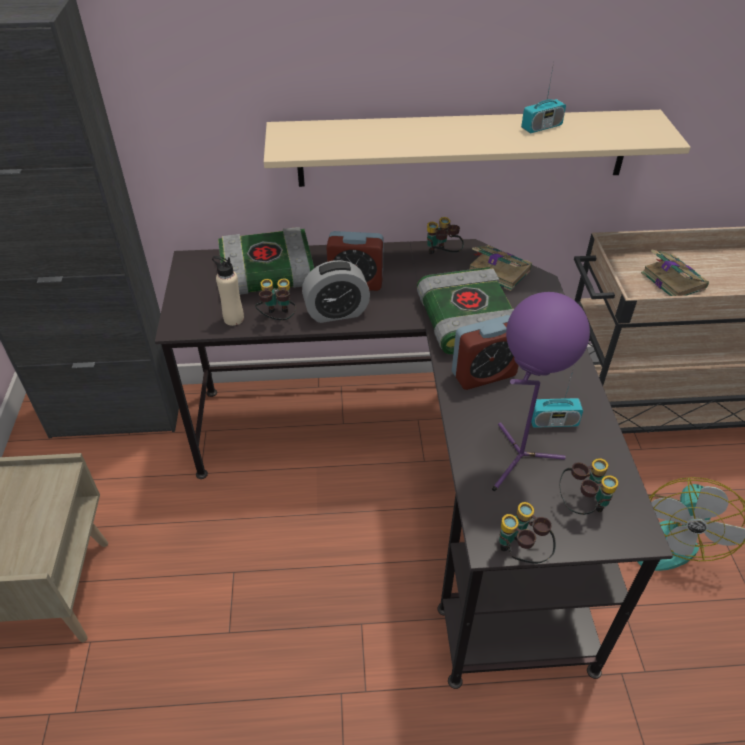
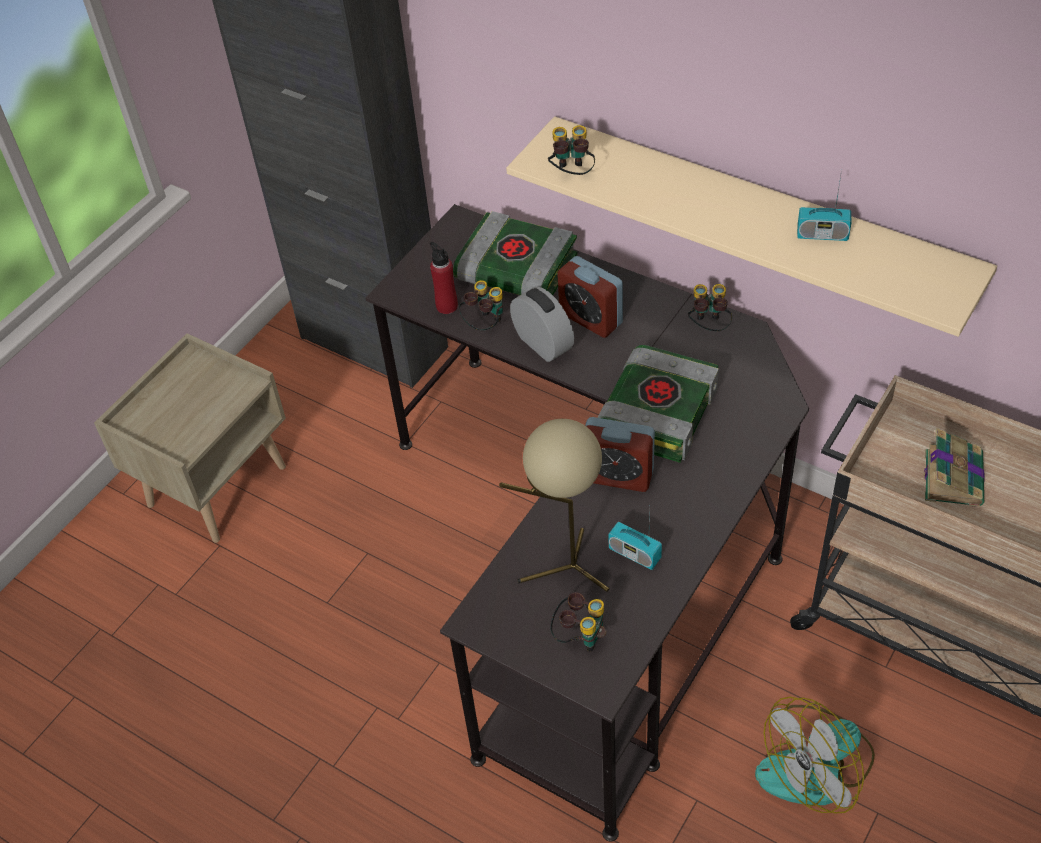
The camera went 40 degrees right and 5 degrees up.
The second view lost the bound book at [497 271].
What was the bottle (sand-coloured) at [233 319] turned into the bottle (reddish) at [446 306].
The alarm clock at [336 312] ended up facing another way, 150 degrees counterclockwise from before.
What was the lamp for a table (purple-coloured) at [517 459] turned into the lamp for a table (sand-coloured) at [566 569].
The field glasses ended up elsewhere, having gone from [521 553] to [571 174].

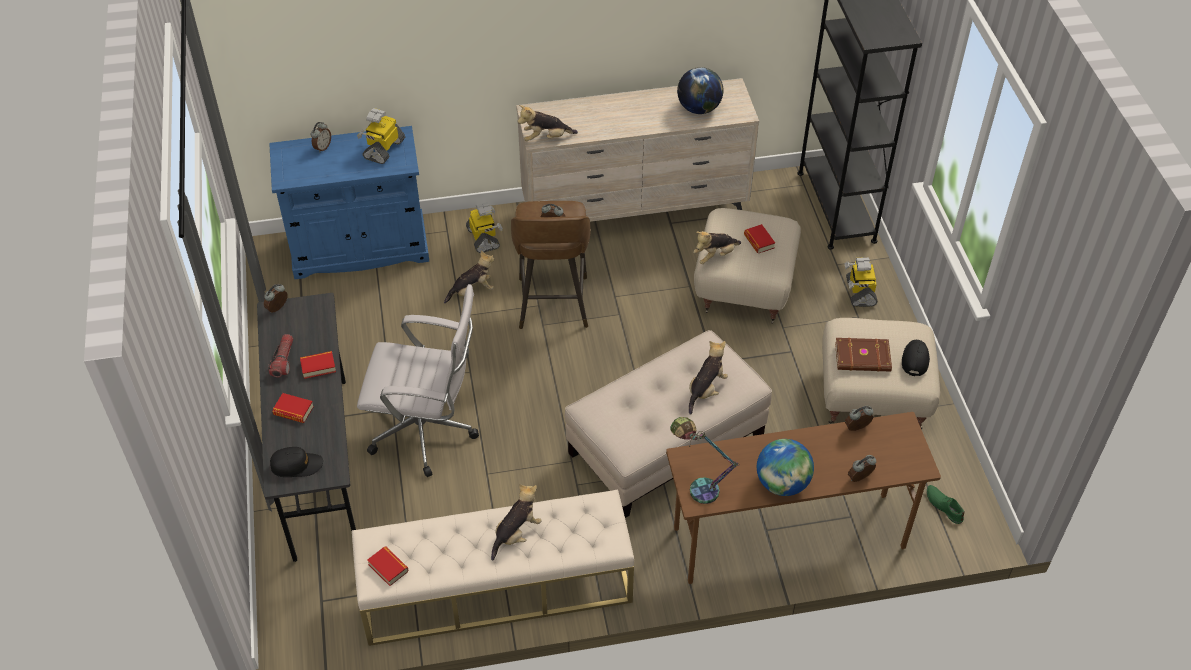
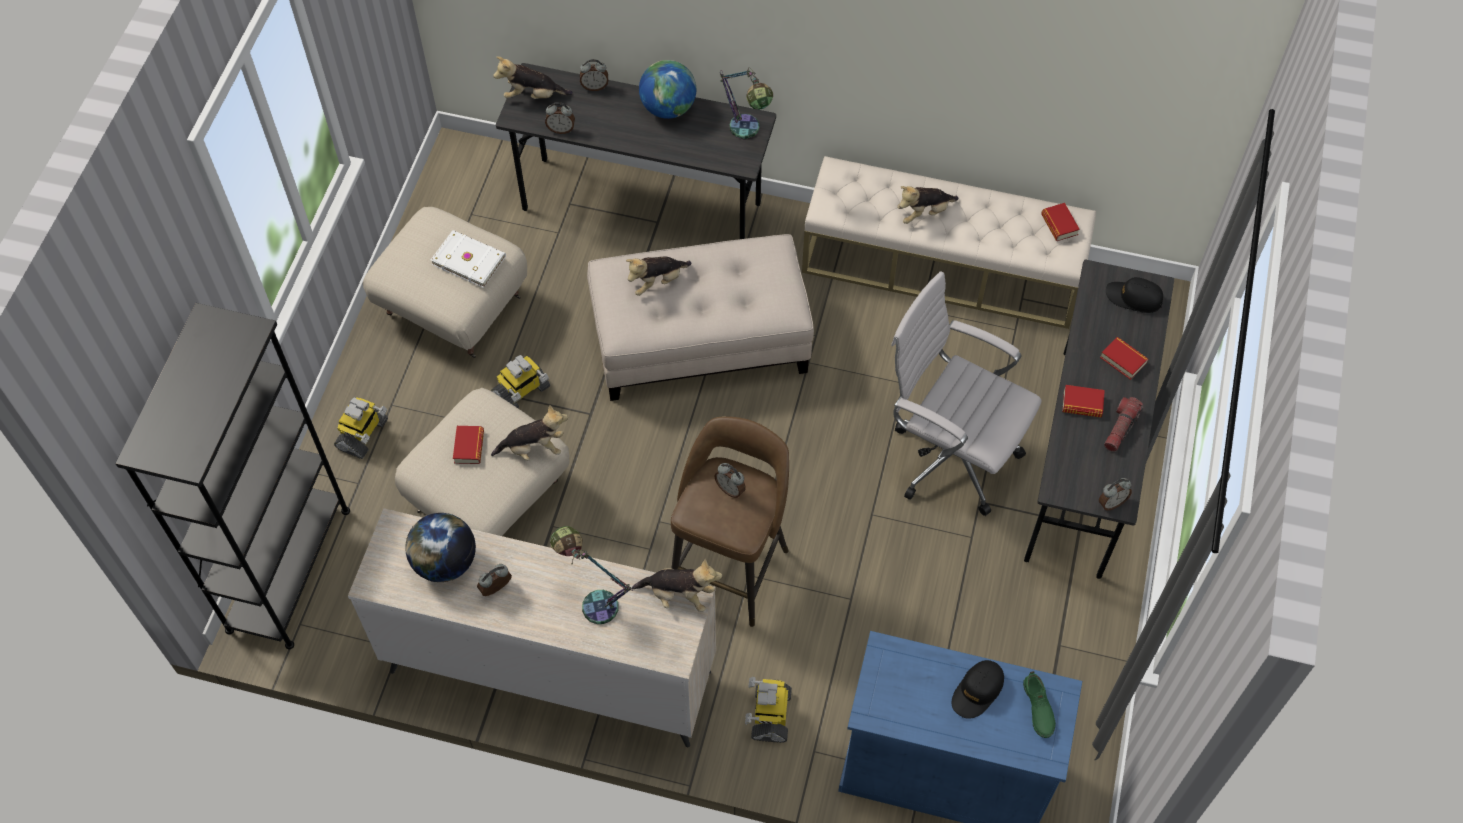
The camera went 155 degrees left and 10 degrees up.
The model robot ended up elsewhere, having gone from [383 149] to [522 392].
The alarm clock ended up elsewhere, having gone from [322 147] to [497 589].
The plush toy ended up elsewhere, having gone from [472 292] to [533 95].
What was the bound book (brownish) at [863 358] turned into the bound book (white) at [469 259].
The peaked cap (black-coloured) ended up elsewhere, having gone from [915 359] to [977 691].
What was the desk (brownish) at [788 539] turned into the desk (greyish) at [642 206].
The shoe (green-coloured) ended up elsewhere, having gone from [944 506] to [1037 708].
The second view gained the lamp for a table at [593 599].

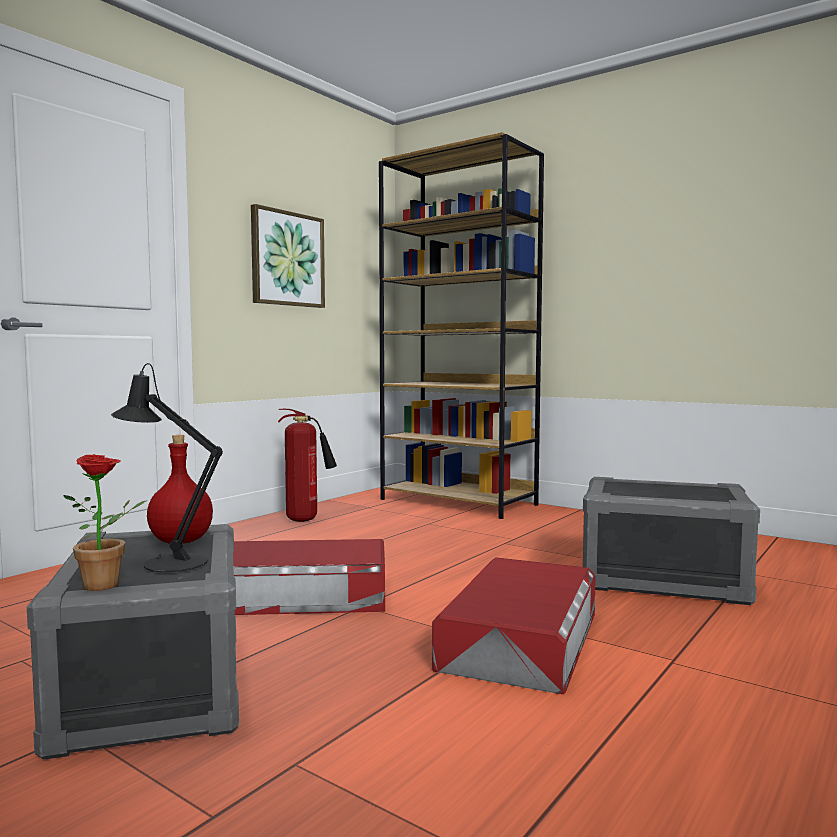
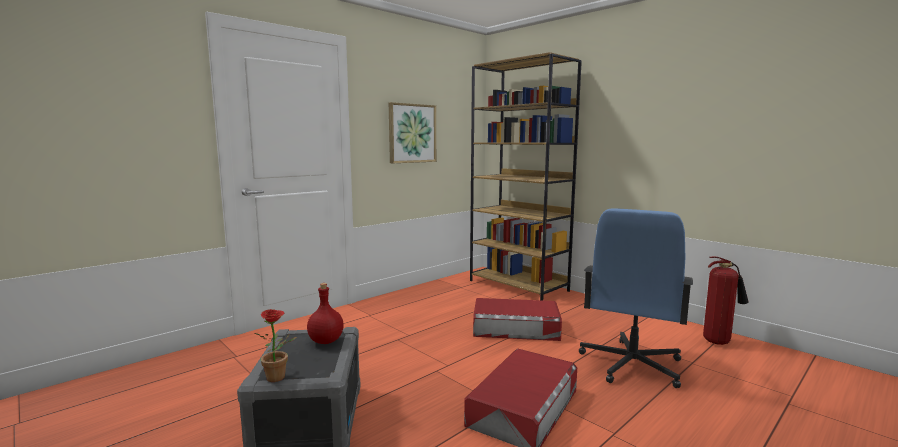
The camera went 10 degrees right and 5 degrees up.
The second view lost the lamp for a table (black-coloured) at [167 562].
The fire extinguisher ended up elsewhere, having gone from [306 520] to [719 342].
Where the storage container (greyish) stood at [662 580], the desk chair (bluish) came to stand at [631 364].
The storage container (reddish) ended up elsewhere, having gone from [302 596] to [515 328].

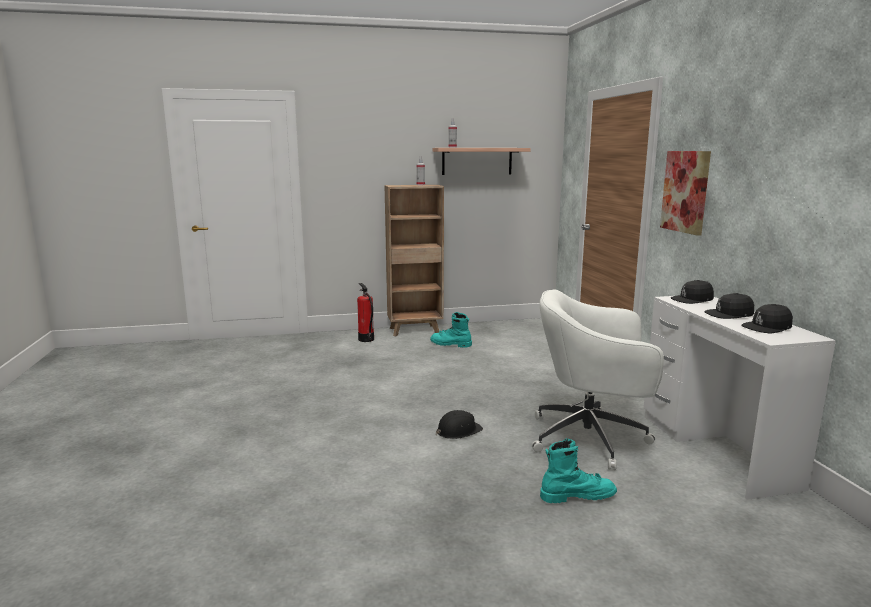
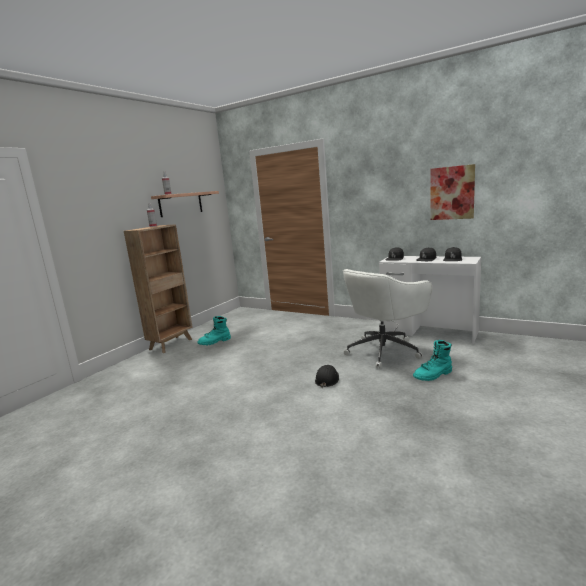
The camera went 45 degrees left and 0 degrees up.
The picture ended up elsewhere, having gone from [685 191] to [452 193].
The second view lost the fire extinguisher at [366 339].
The tall boot (turquoise-coloured) at [577 496] ended up facing another way, 150 degrees counterclockwise from before.

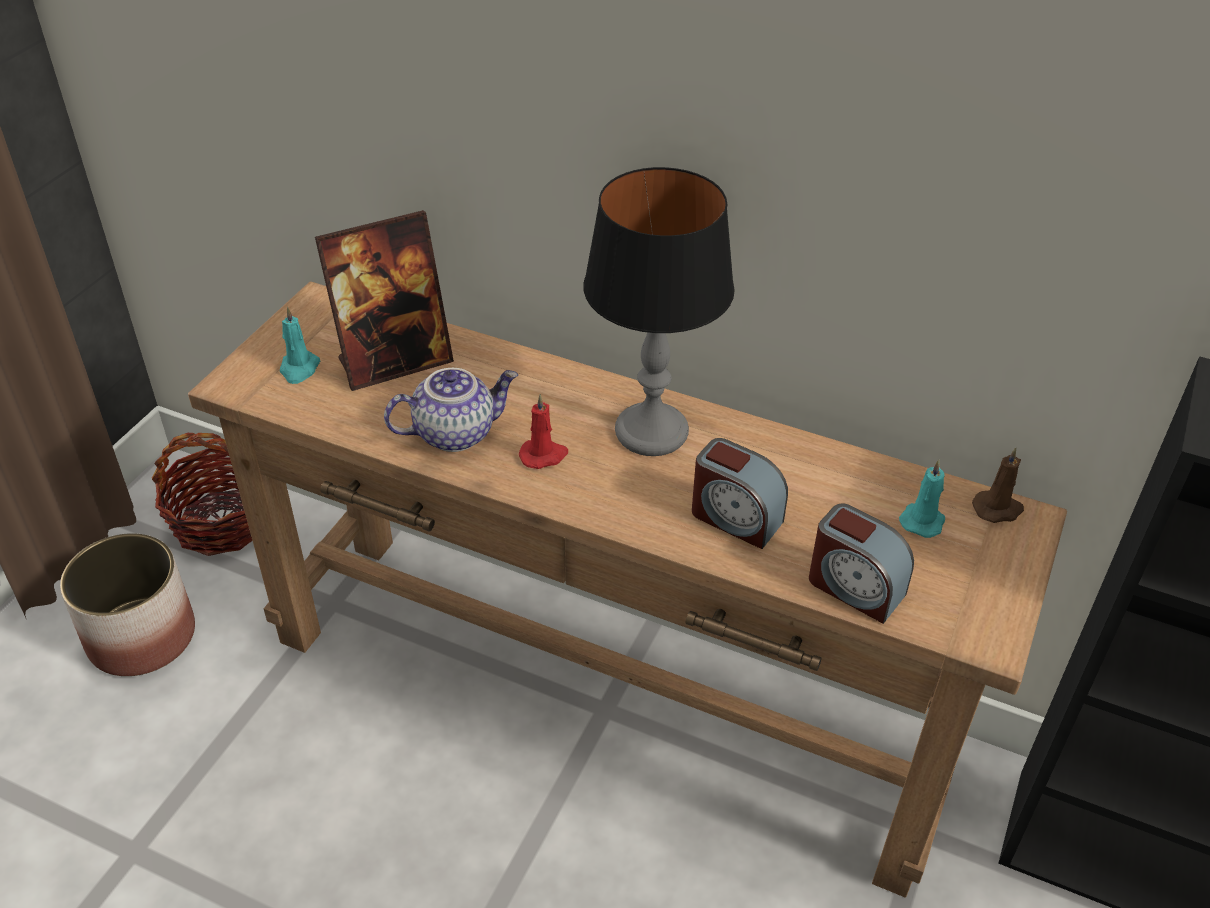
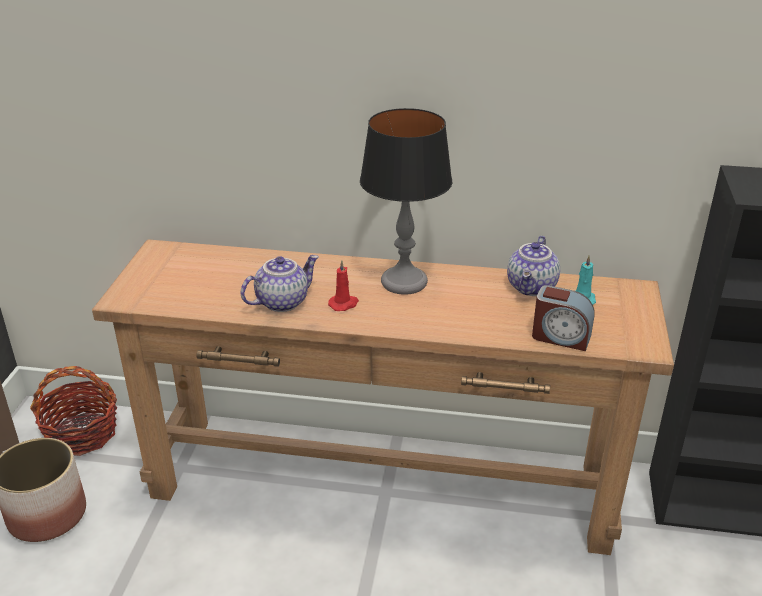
The camera went 15 degrees left and 10 degrees down.
The second view lost the picture frame at [394 362].
The second view lost the candle (turquoise-coloured) at [299 369].
The second view lost the alarm clock at [735 518].
The second view lost the candle (brownish) at [998 509].
The second view gained the tea pot at [532 288].

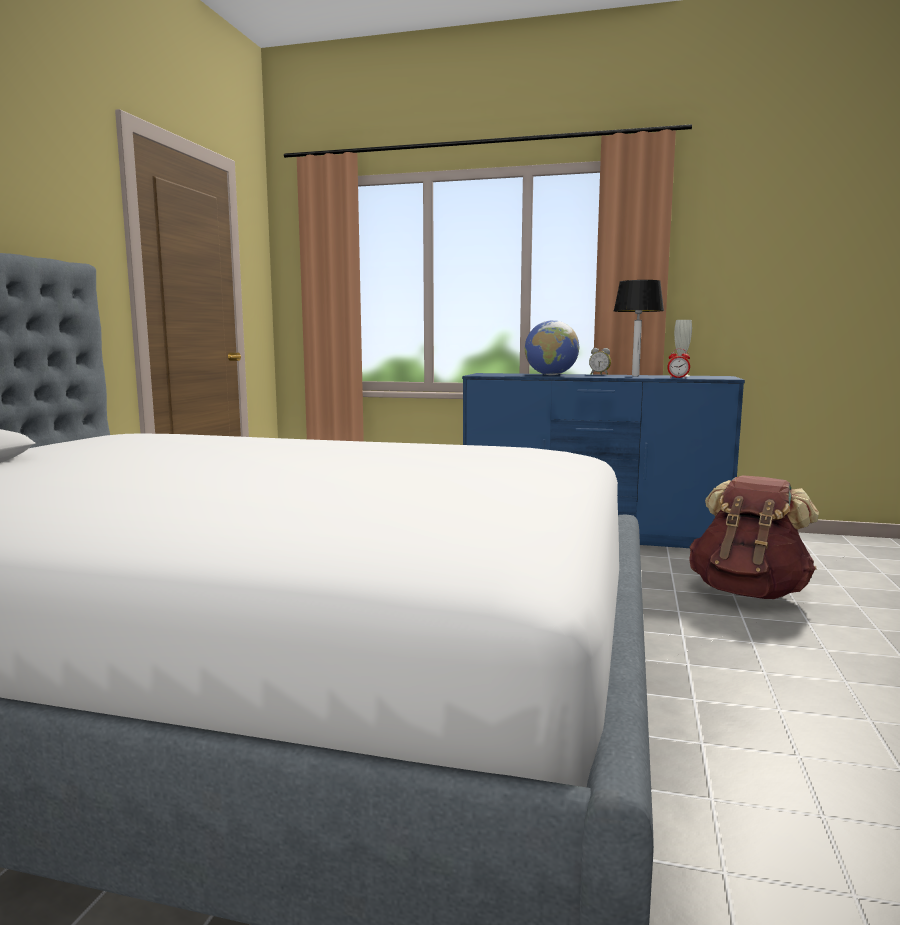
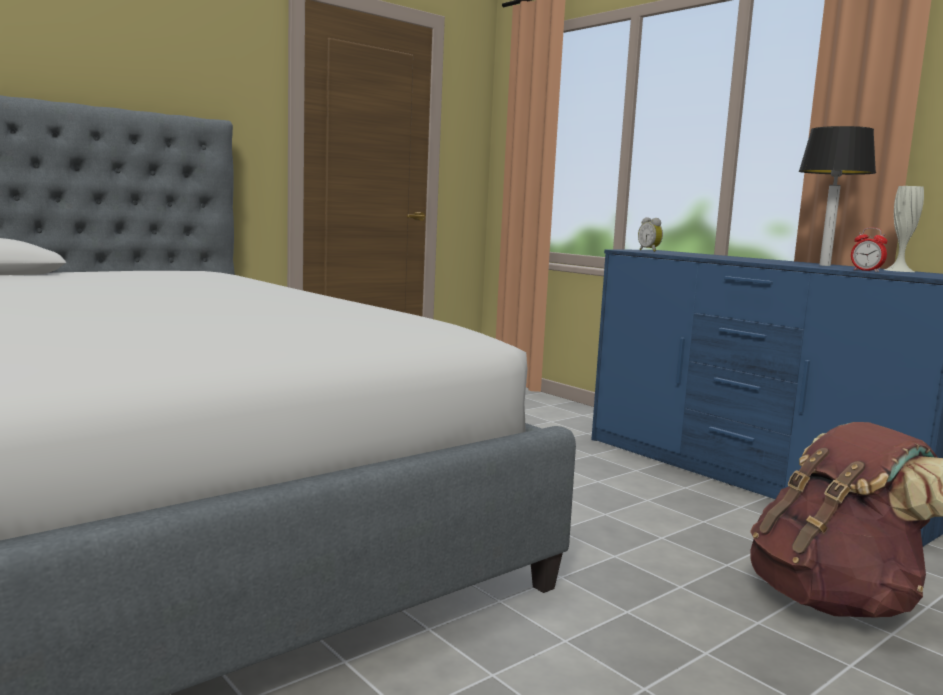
The camera went 35 degrees right and 0 degrees up.
The second view lost the desk globe at [551 375].
The alarm clock ended up elsewhere, having gone from [600 374] to [650 251].

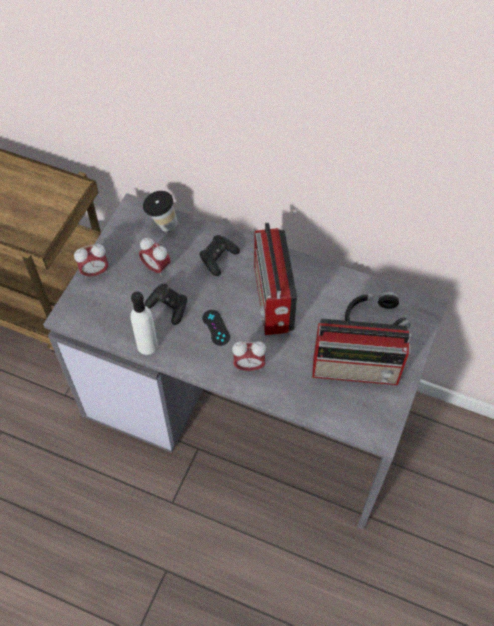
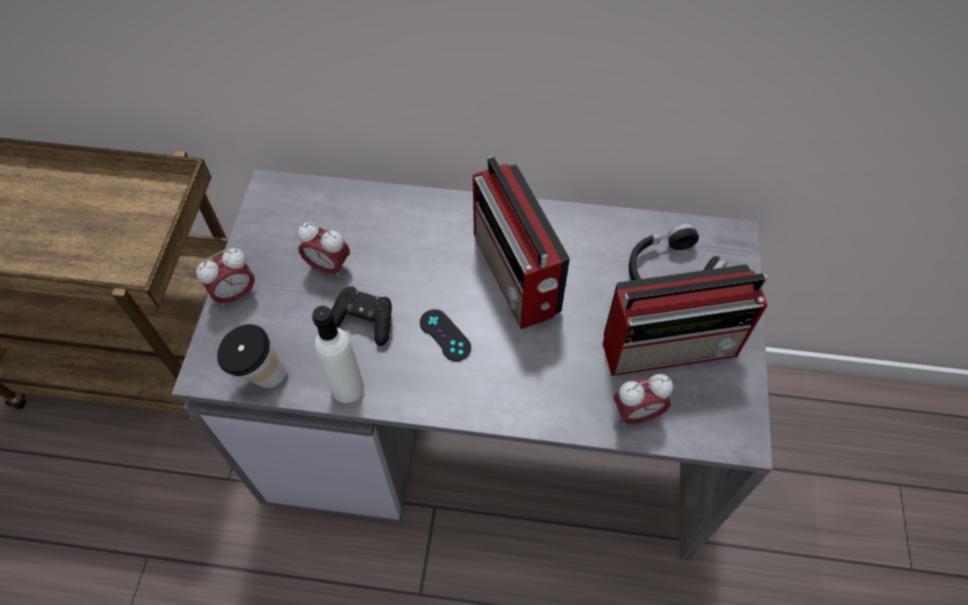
The camera went 15 degrees left and 0 degrees up.
The cup ended up elsewhere, having gone from [162 224] to [260 376].
The second view lost the gamepad (black-coloured) at [218 259].
The alarm clock ended up elsewhere, having gone from [249 366] to [636 413].

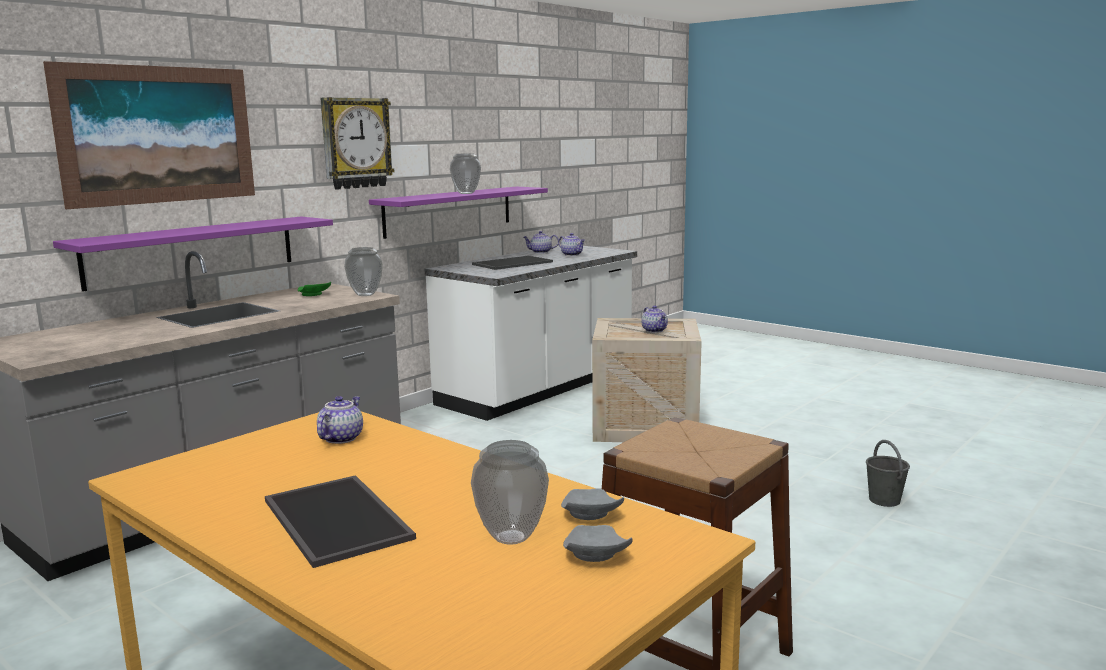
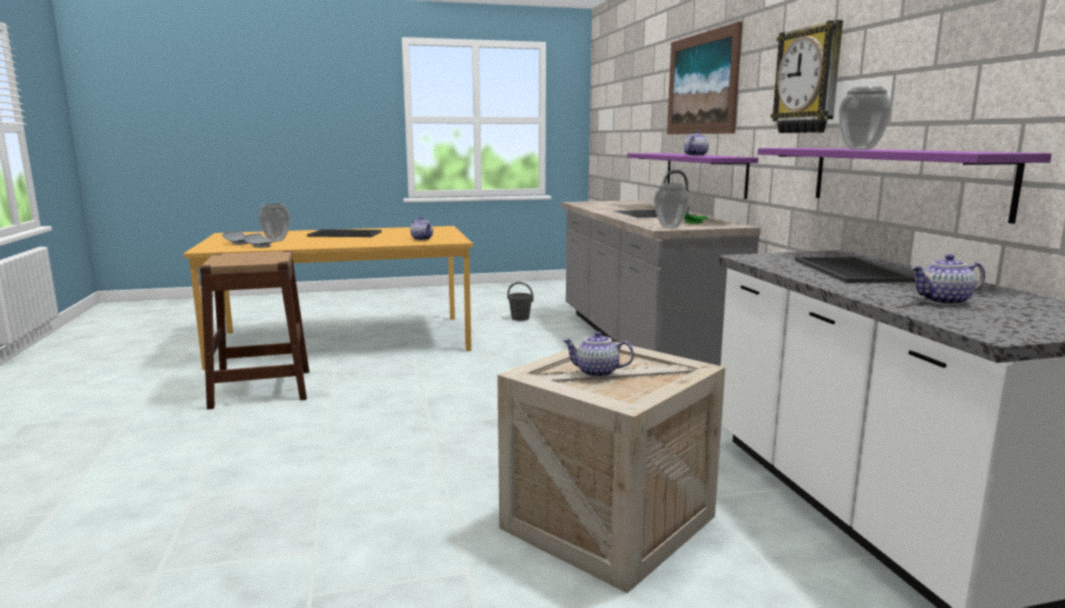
The camera went 125 degrees right and 0 degrees up.
The tea pot ended up elsewhere, having gone from [540 252] to [695 155].
The pail (greyish) ended up elsewhere, having gone from [884 500] to [520 318].

